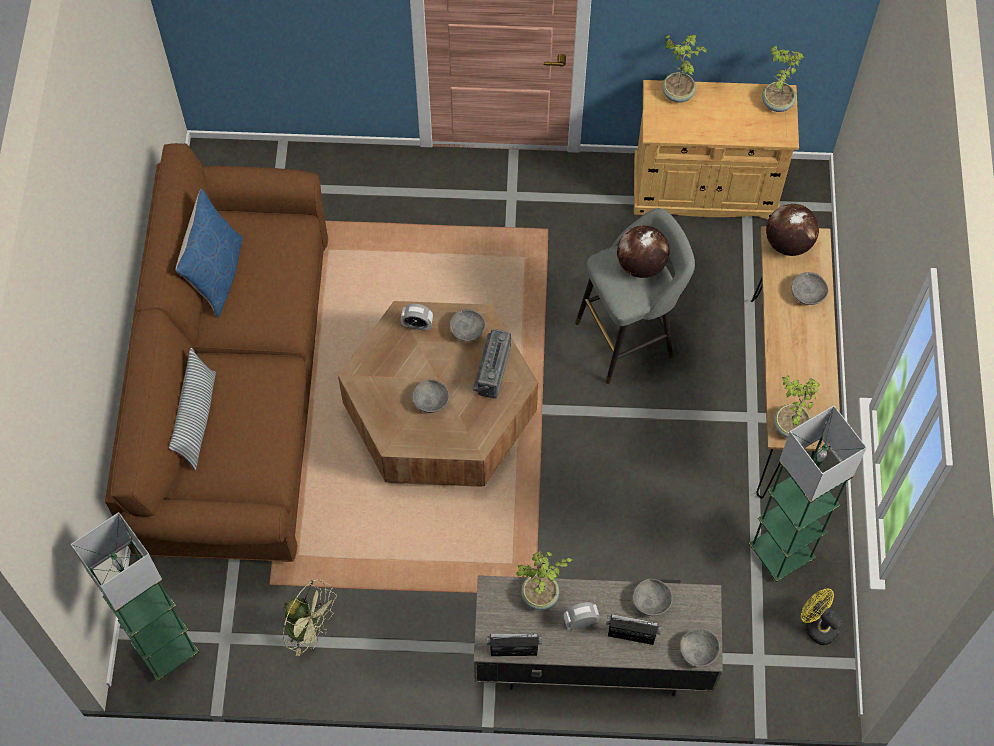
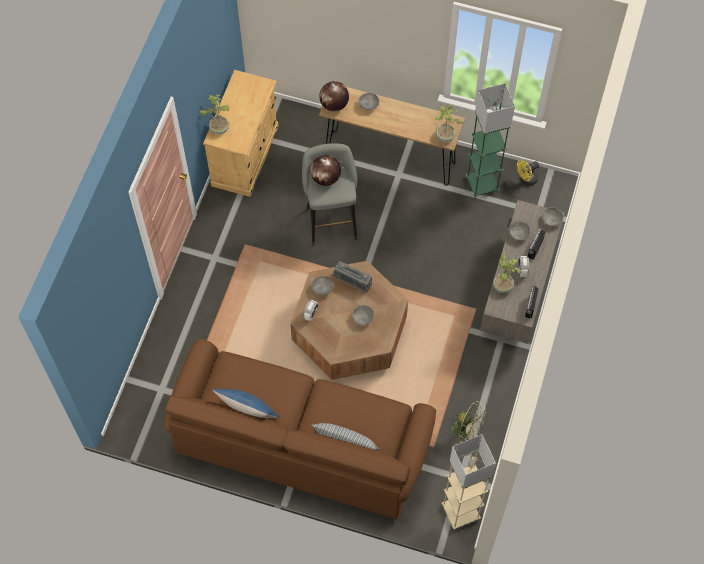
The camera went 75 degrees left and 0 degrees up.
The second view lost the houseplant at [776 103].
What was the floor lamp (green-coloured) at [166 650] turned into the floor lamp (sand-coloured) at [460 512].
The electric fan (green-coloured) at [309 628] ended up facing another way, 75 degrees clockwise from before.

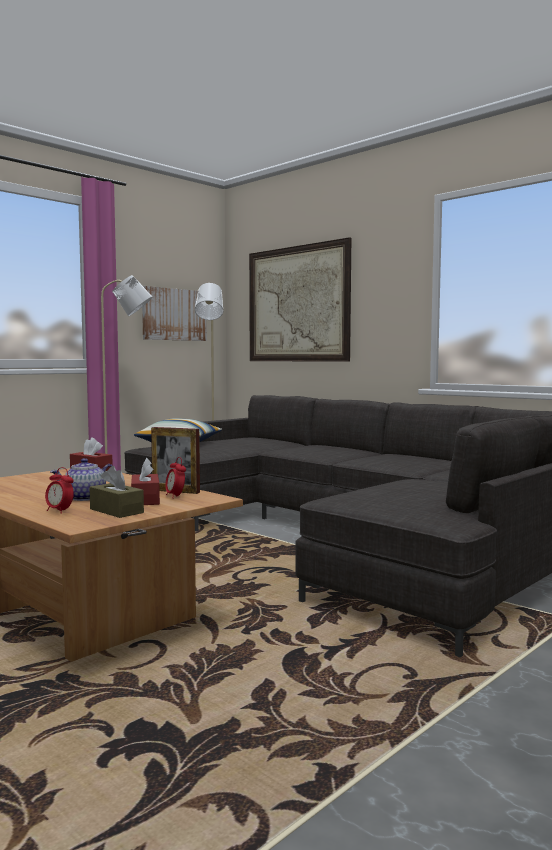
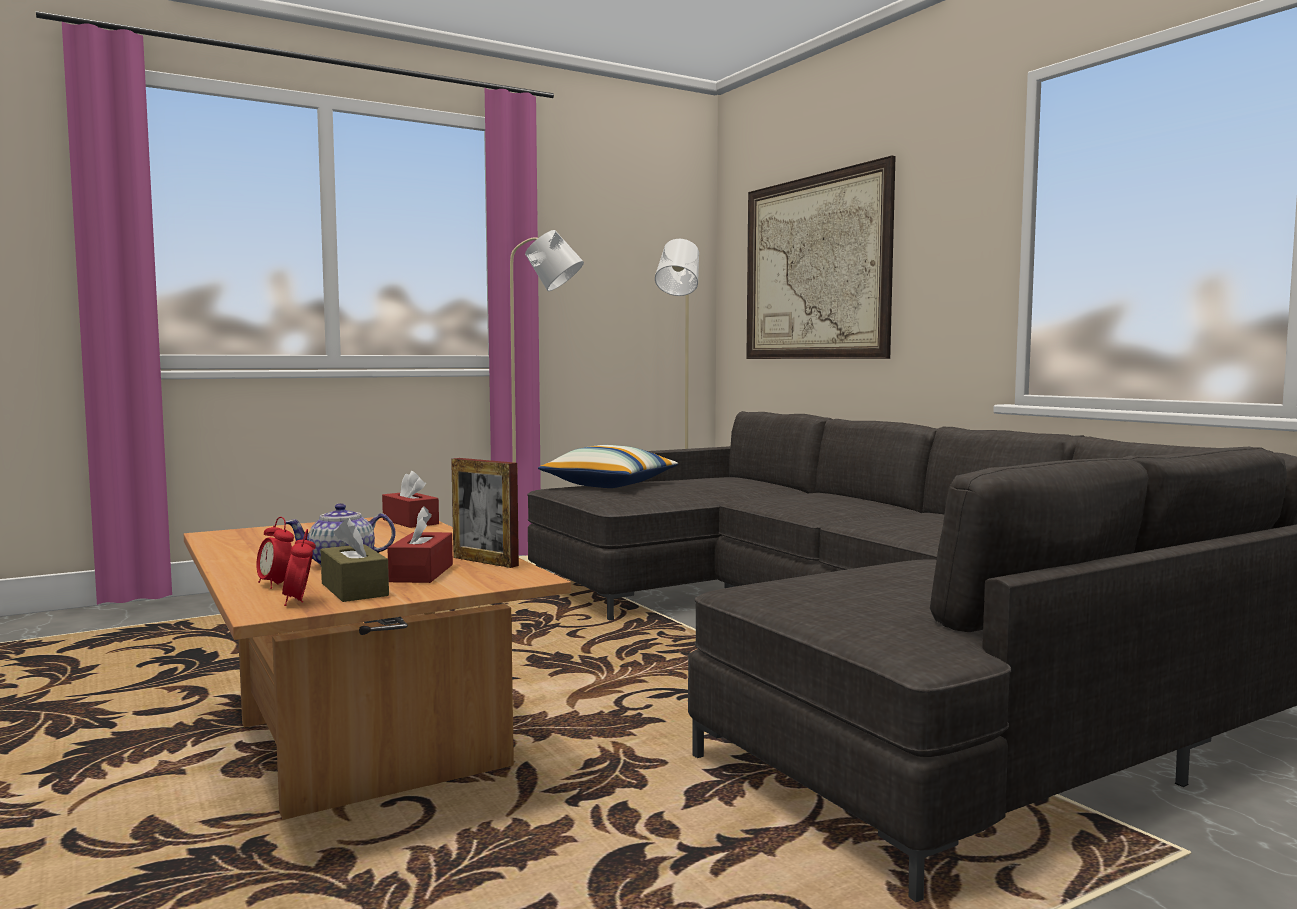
The camera went 15 degrees right and 0 degrees up.
The second view lost the picture at [174 314].
The alarm clock ended up elsewhere, having gone from [175 496] to [299 602].

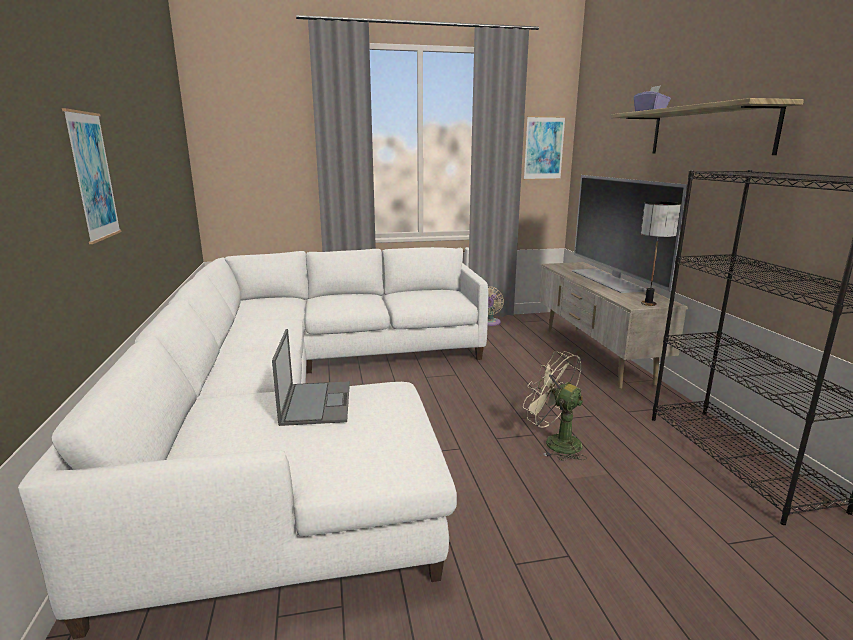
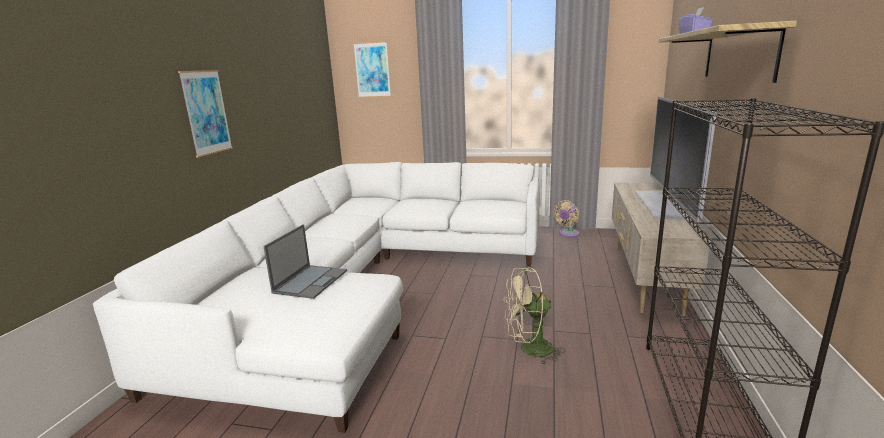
The camera went 25 degrees right and 0 degrees up.
The picture ended up elsewhere, having gone from [544 148] to [372 70].
The second view lost the lamp for a table at [649 303].
The electric fan (sand-coloured) at [555 442] ended up facing another way, 75 degrees counterclockwise from before.

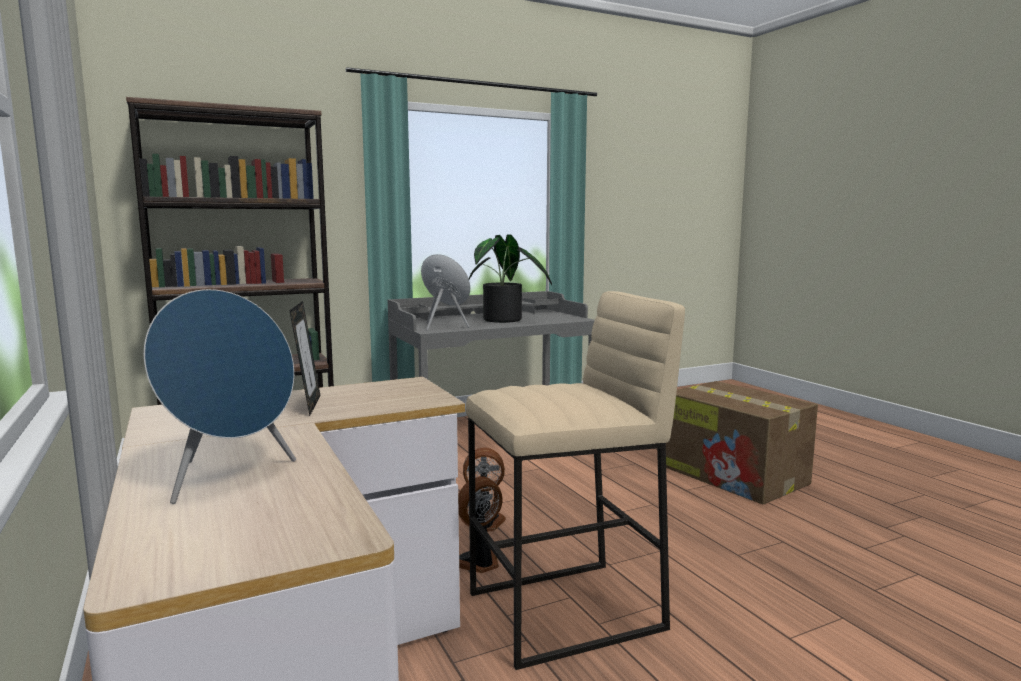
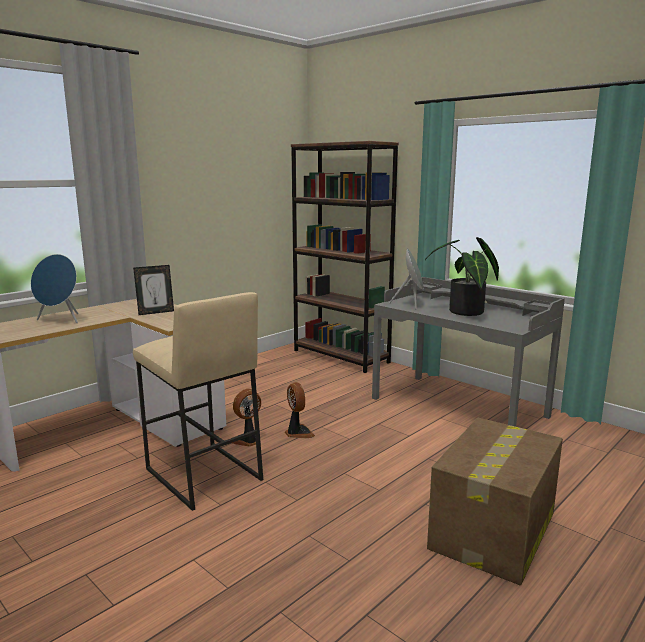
The camera went 70 degrees right and 5 degrees up.
The electric fan at [478 562] ended up facing another way, 75 degrees counterclockwise from before.

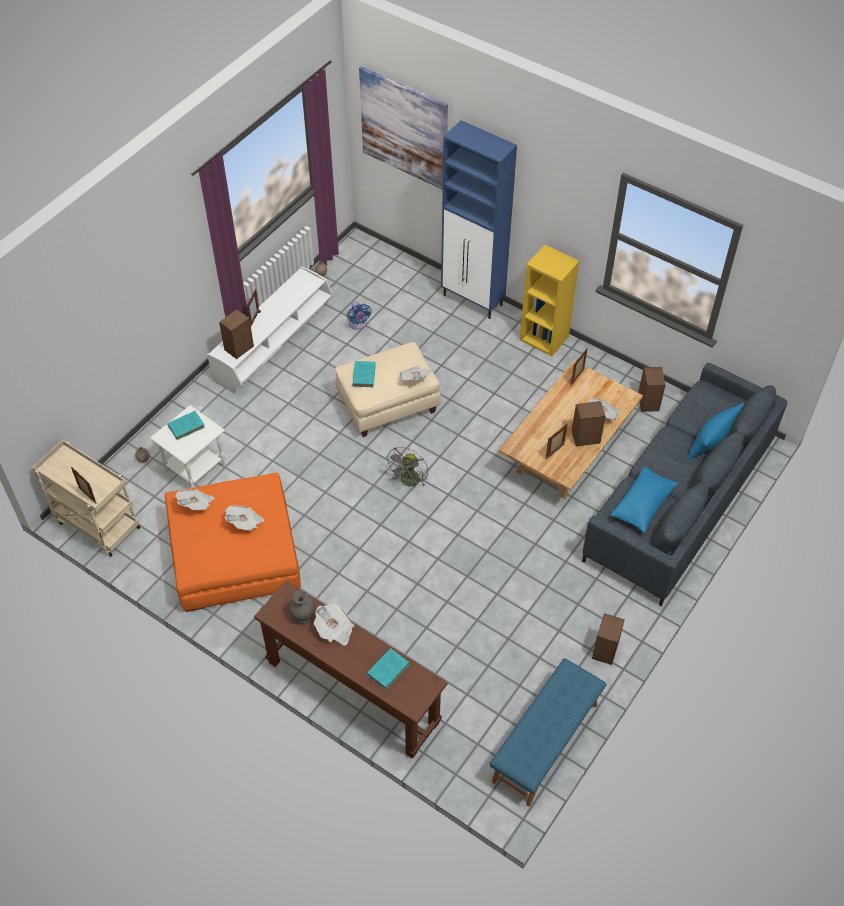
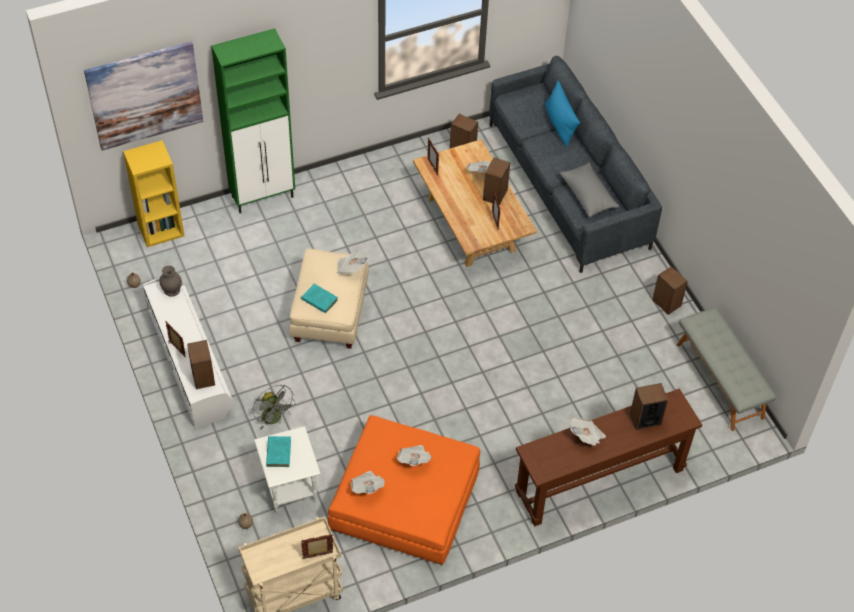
The camera went 60 degrees left and 0 degrees up.
What was the cabinet (bluish) at [473 300] turned into the cabinet (green-coloured) at [263 197].
The bookshelf (yellow) ended up elsewhere, having gone from [544 338] to [161 229].
The second view lost the electric fan (bluish) at [358 324].
The electric fan (greyish) ended up elsewhere, having gone from [409 482] to [274 419].
What was the cushion (bluish) at [642 505] turned into the cushion (greyish) at [588 196].
The decorative vase (greyish) ended up elsewhere, having gone from [302 616] to [172 290].
Where the bound book (turquoise-coloured) stood at [388 669], the audio speaker came to stand at [645 419].
What was the long seat (bluish) at [546 743] turned into the long seat (greyish) at [720 380].

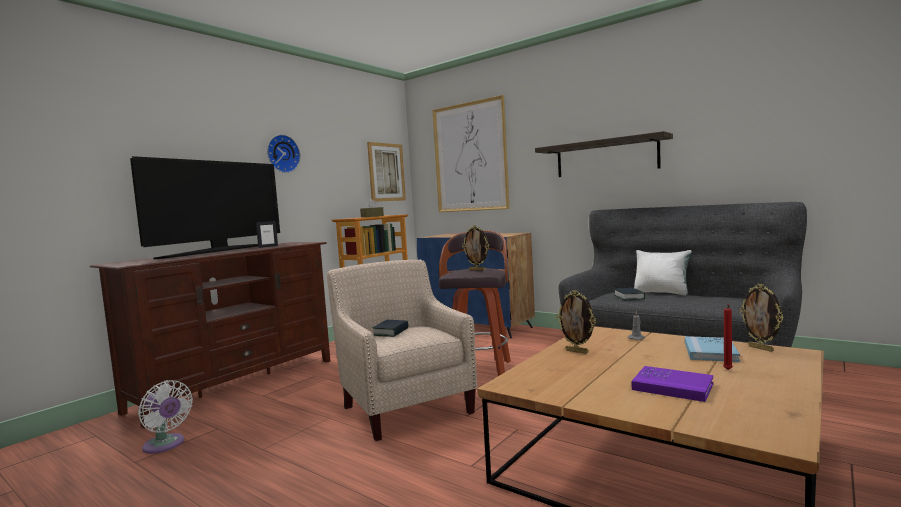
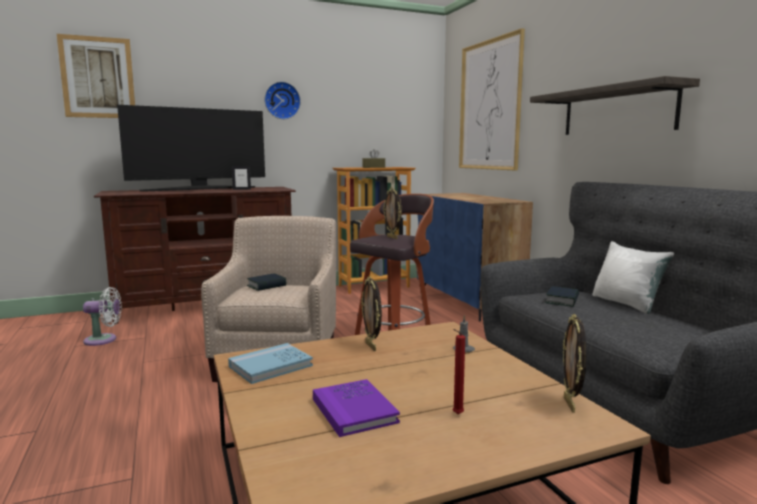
The camera went 30 degrees right and 5 degrees up.
The picture ended up elsewhere, having gone from [386 172] to [98 77].
The bound book (bluish) ended up elsewhere, having gone from [710 352] to [270 366].
The electric fan (white) at [165 445] ended up facing another way, 75 degrees counterclockwise from before.

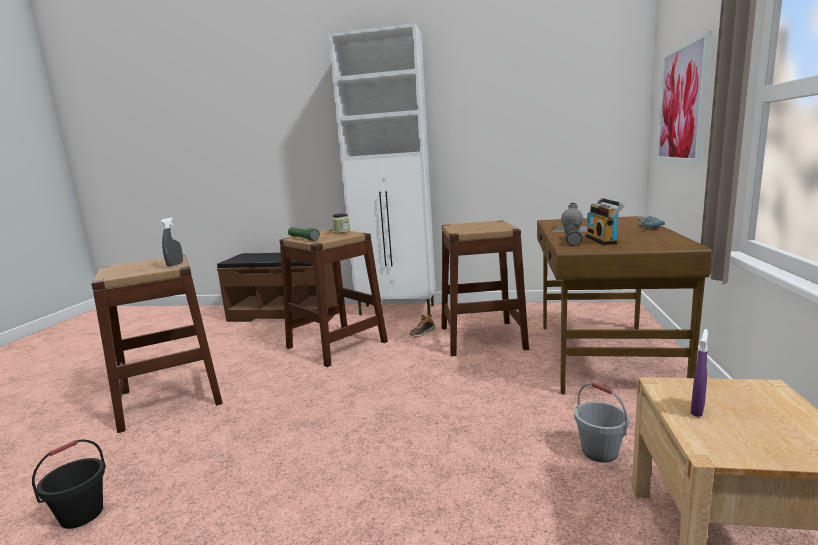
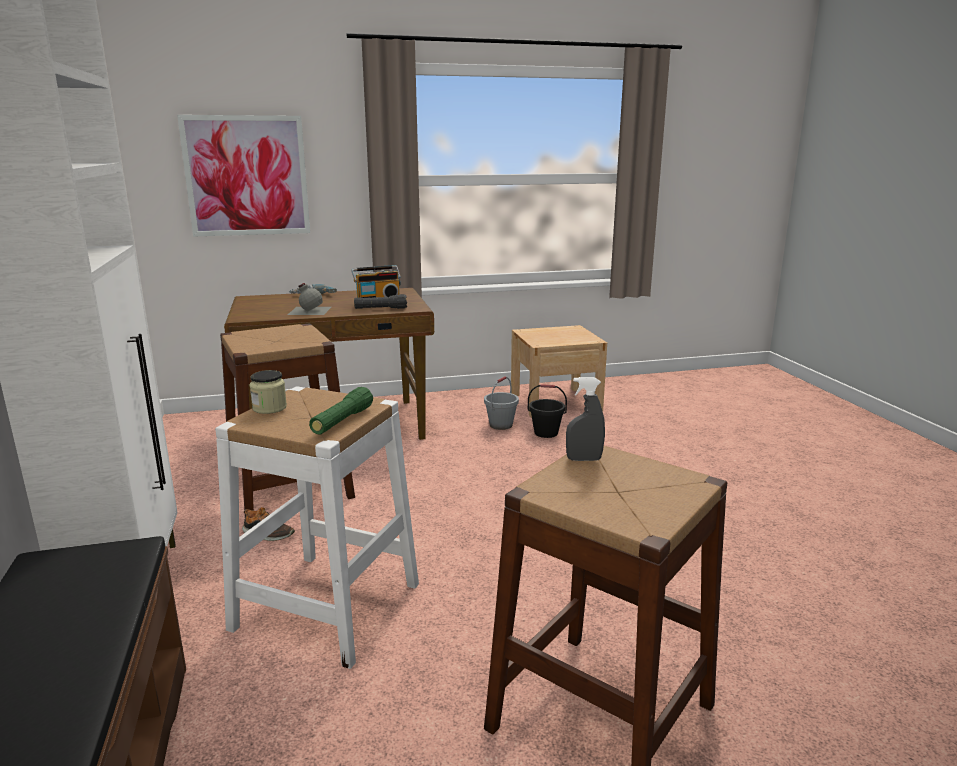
The camera went 115 degrees left and 5 degrees up.
What was the stool seat (brownish) at [337 344] turned into the stool seat (white) at [327 605].
The second view lost the spray bottle (purple-coloured) at [697 410].
The pail (black-coloured) ended up elsewhere, having gone from [82 514] to [545 433].

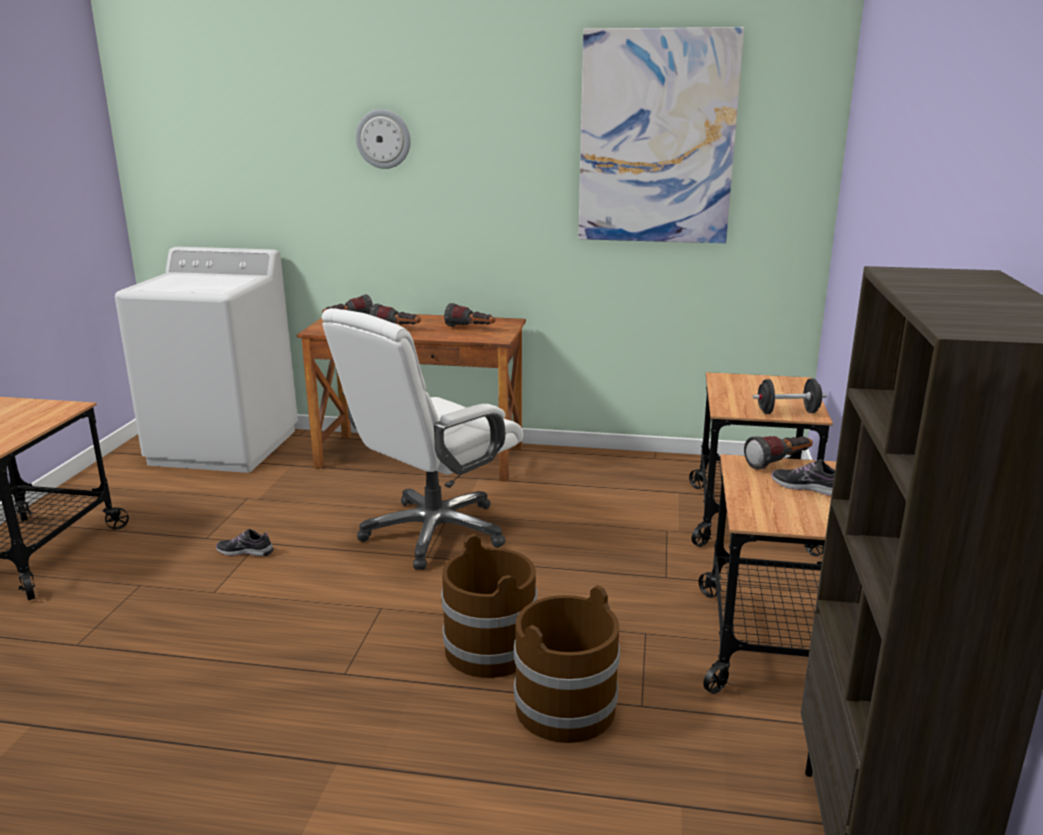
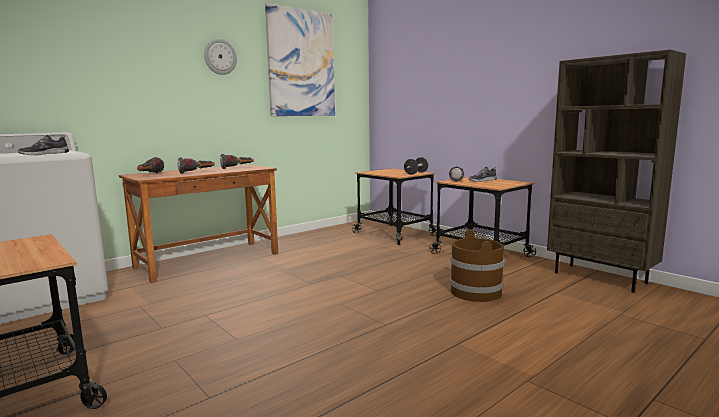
The camera went 50 degrees left and 10 degrees down.
The wall clock ended up elsewhere, having gone from [383 139] to [220 57].
The second view lost the desk chair (white) at [433 532].
The shoe ended up elsewhere, having gone from [245 552] to [44 154].
The second view lost the pail (brownish) at [490 649].

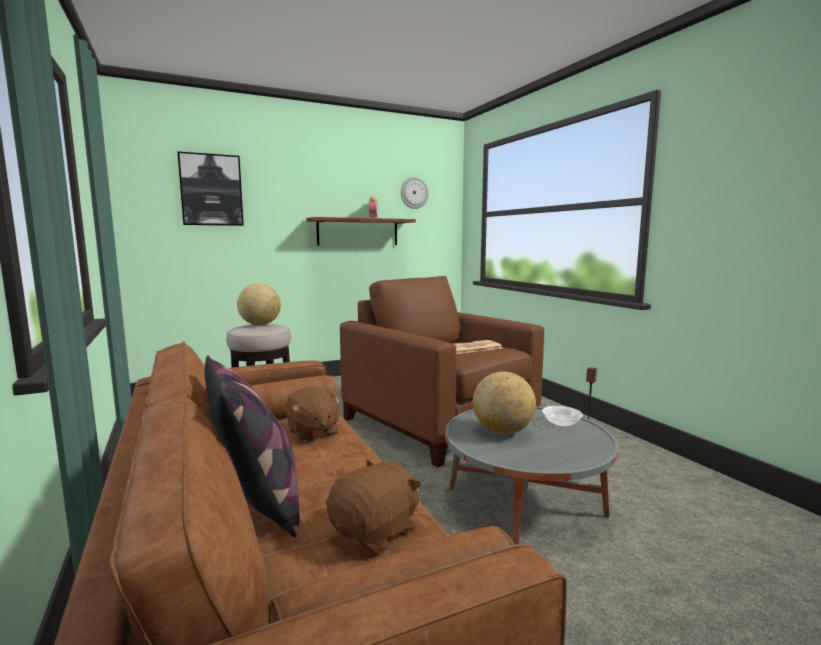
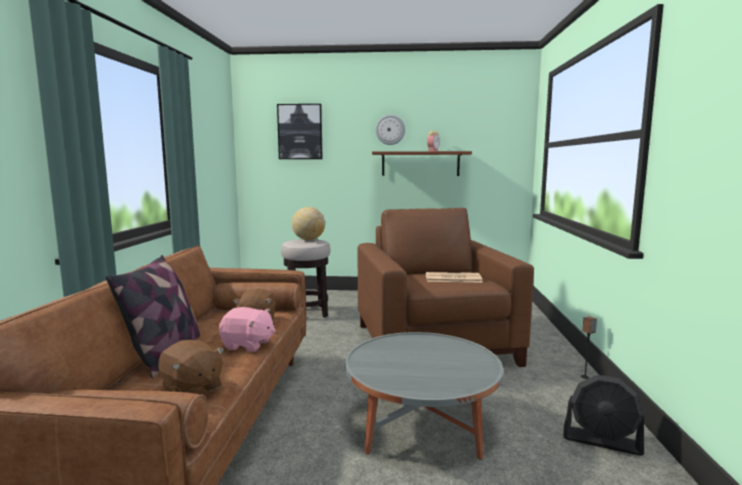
The camera went 30 degrees right and 0 degrees up.
The wall clock ended up elsewhere, having gone from [414 193] to [390 129].
The second view lost the desk globe at [503 431].
The second view lost the deep dish at [561 424].
The plush toy (brownish) at [376 532] ended up facing another way, 60 degrees clockwise from before.
The second view gained the plush toy (pink-coloured) at [248 345].
The second view gained the electric fan (black-coloured) at [601 441].

